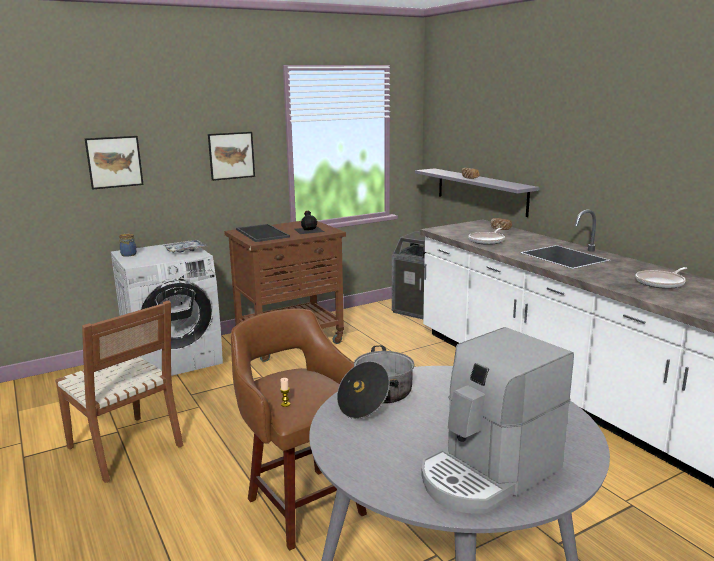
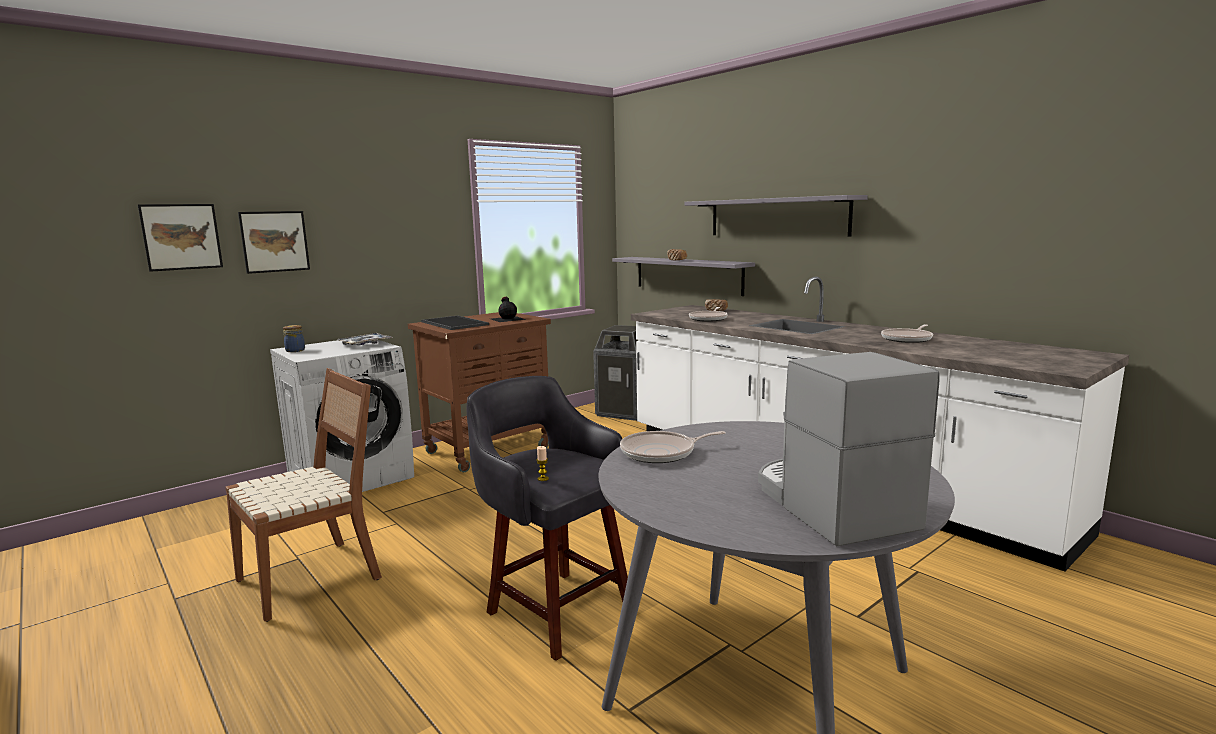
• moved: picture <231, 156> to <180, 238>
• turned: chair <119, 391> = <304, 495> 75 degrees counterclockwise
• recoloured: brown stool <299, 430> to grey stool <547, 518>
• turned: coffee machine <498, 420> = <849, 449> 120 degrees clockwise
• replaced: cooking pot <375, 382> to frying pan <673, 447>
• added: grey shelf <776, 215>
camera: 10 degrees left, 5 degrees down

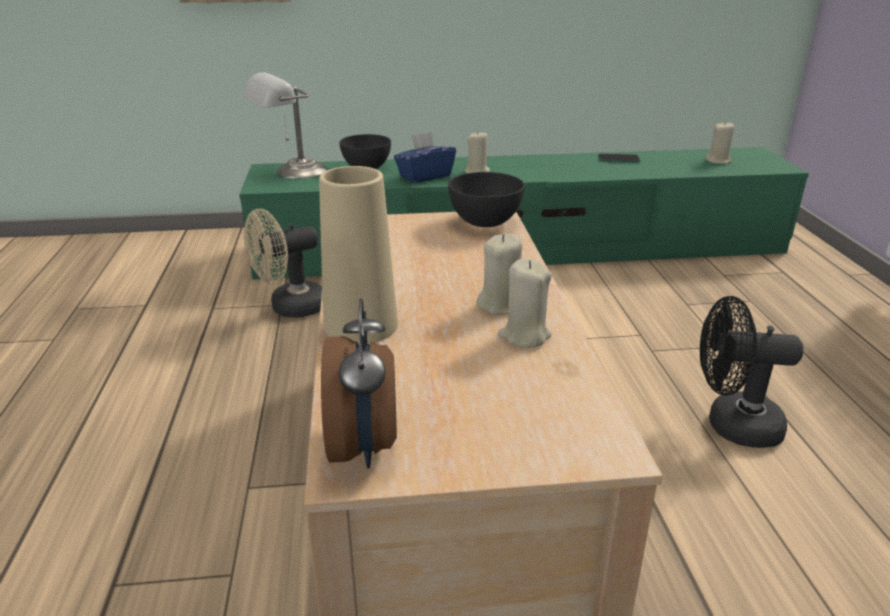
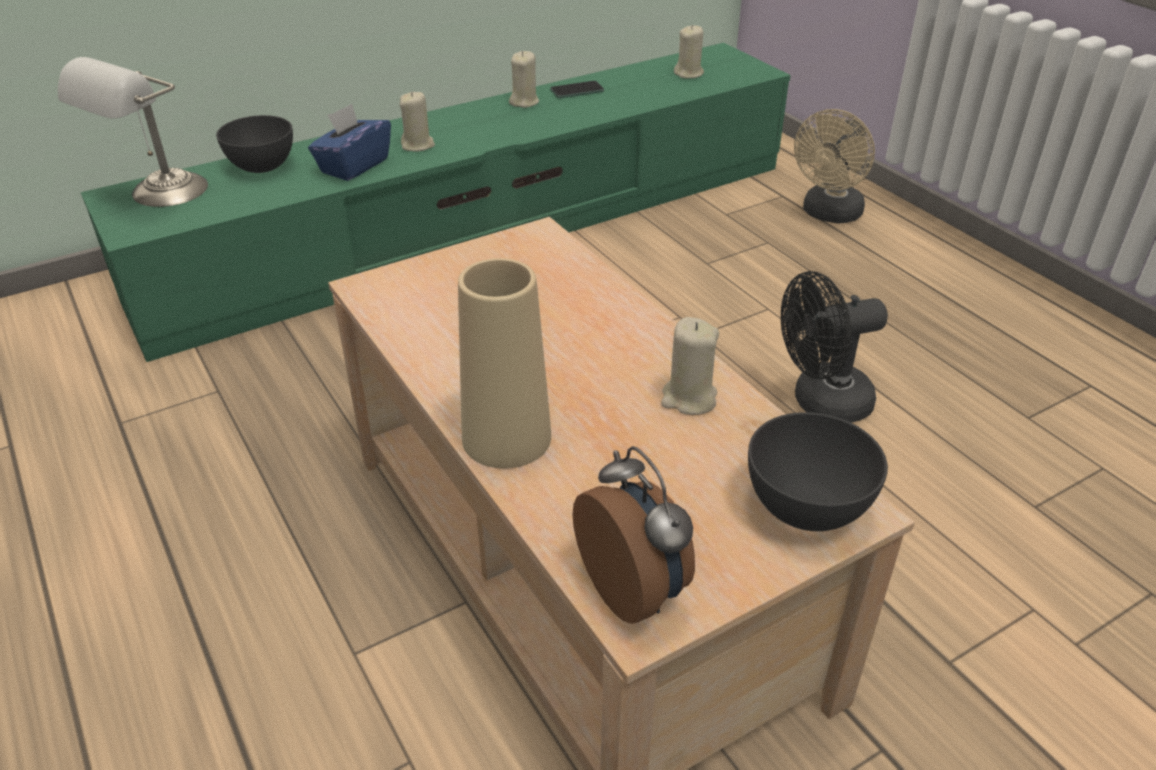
• moved: grey bowl <486, 199> to <818, 471>
• moved: beige fan <283, 263> to <834, 166>
• moved: beige candle <499, 274> to <524, 79>
camera: 25 degrees left, 10 degrees up

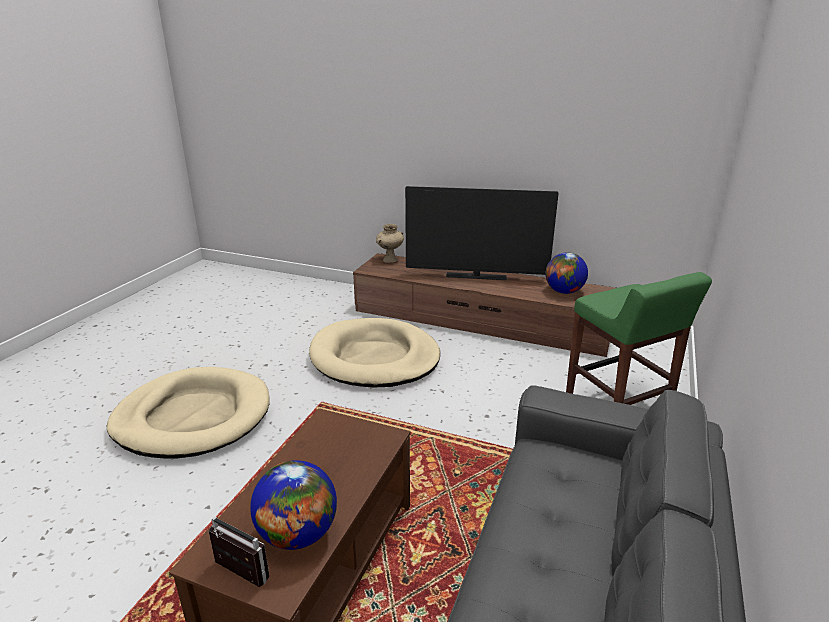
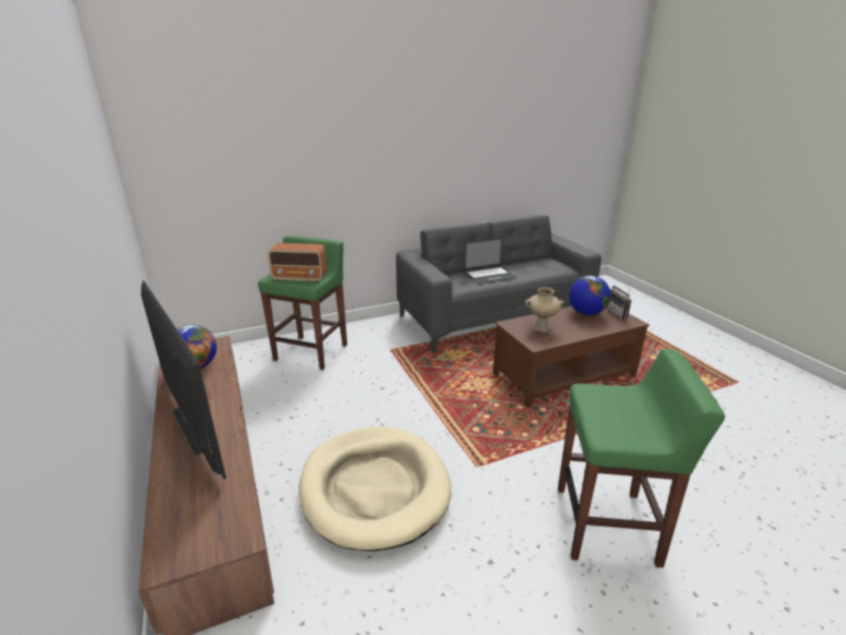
• moved: beige vase <390, 243> to <544, 309>
• replaced: beige dog bed <188, 413> to green stool <641, 458>
• added: laptop <490, 260>
• added: radio <297, 262>
camera: 135 degrees left, 0 degrees up

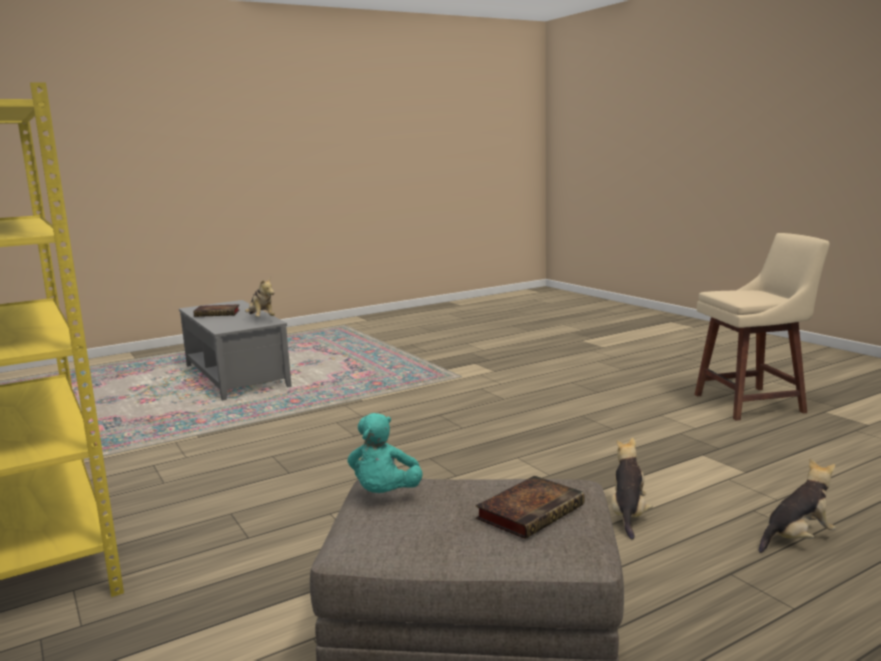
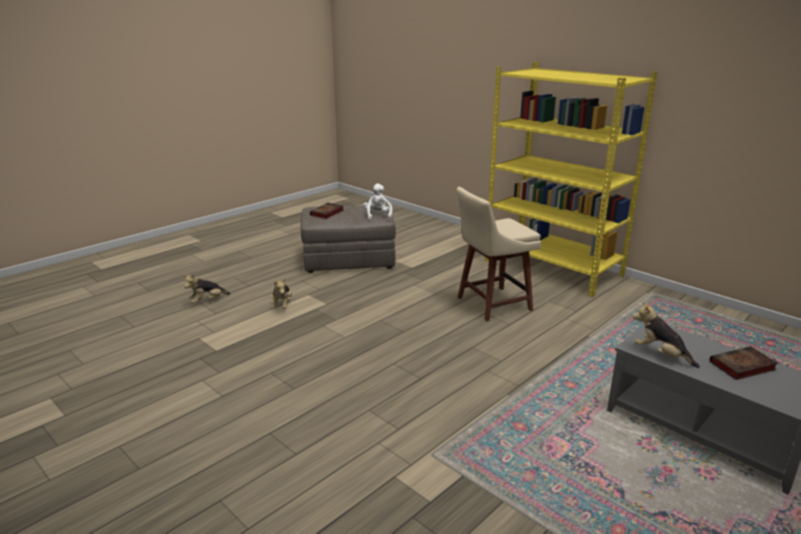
• moved: beige stool <762, 327> to <498, 254>
• recoloured: turquoise plush toy <385, 453> to white plush toy <378, 201>
camera: 165 degrees right, 10 degrees up

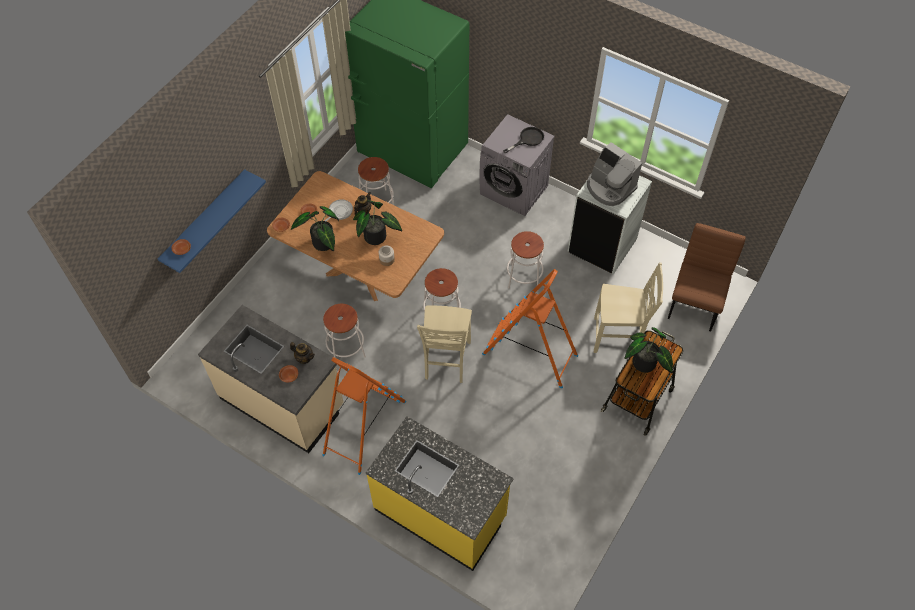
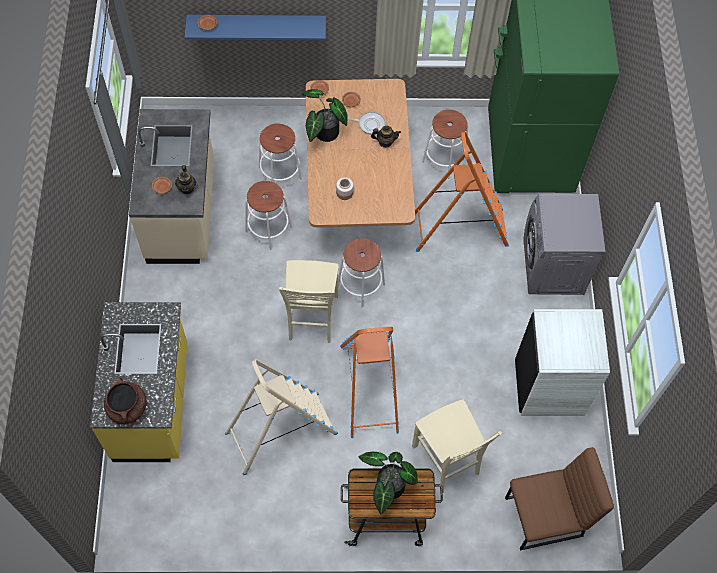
• removed: black frying pan <523, 140>
• removed: coffee machine <614, 174>
• removed: potted plant <377, 223>
• moved: white stool <525, 261> to <280, 152>
• turned: beige chair <444, 344> = <309, 301> 60 degrees counterclockwise
• moved: orange step ladder <364, 416> to <462, 192>
• added: beige step ladder <281, 417>
• added: brown cooking pot <125, 401>
camera: 55 degrees right, 5 degrees up

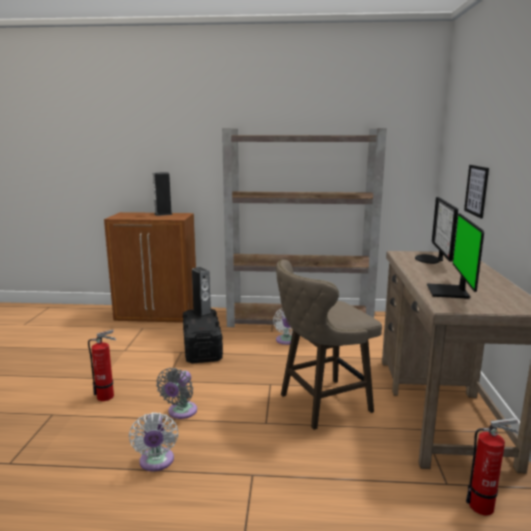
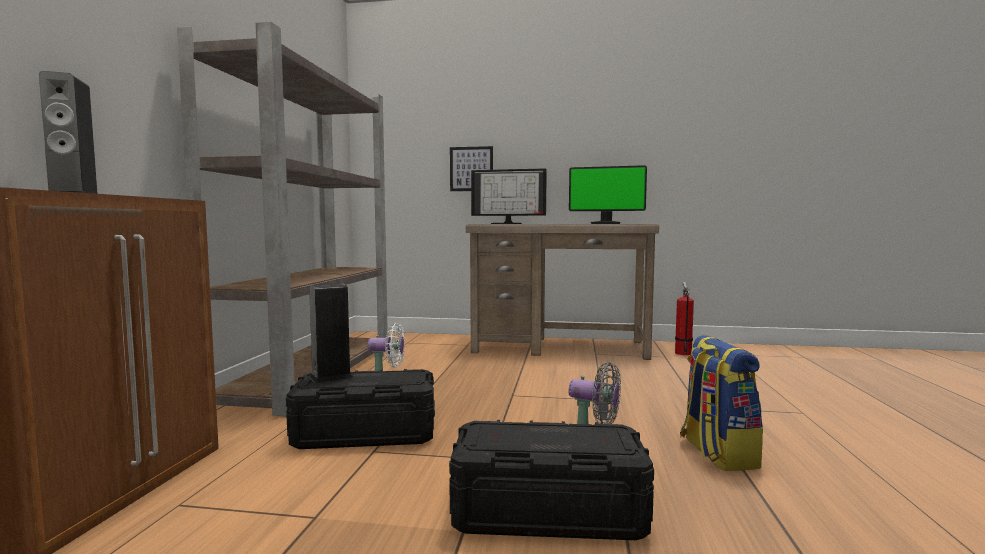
• removed: beige stool <329, 344>
• replaced: fire extinguisher <102, 365> to black storage box <551, 480>
• replaced: white fan <153, 441> to backpack <721, 403>
camera: 85 degrees left, 10 degrees down

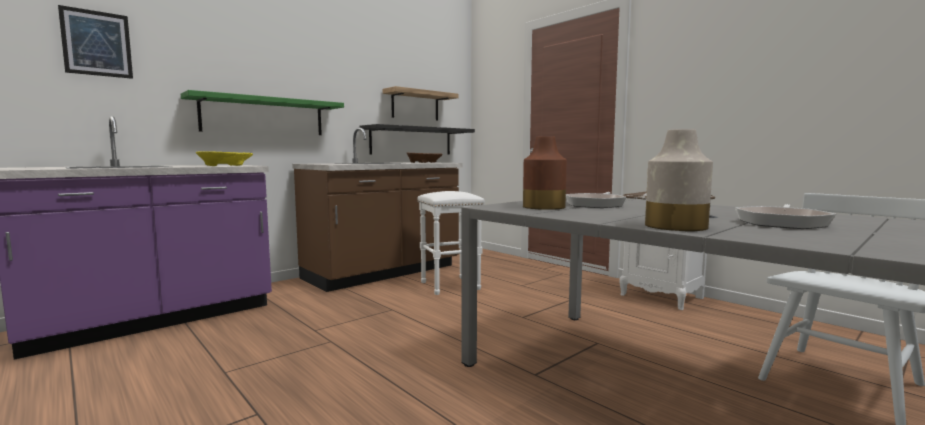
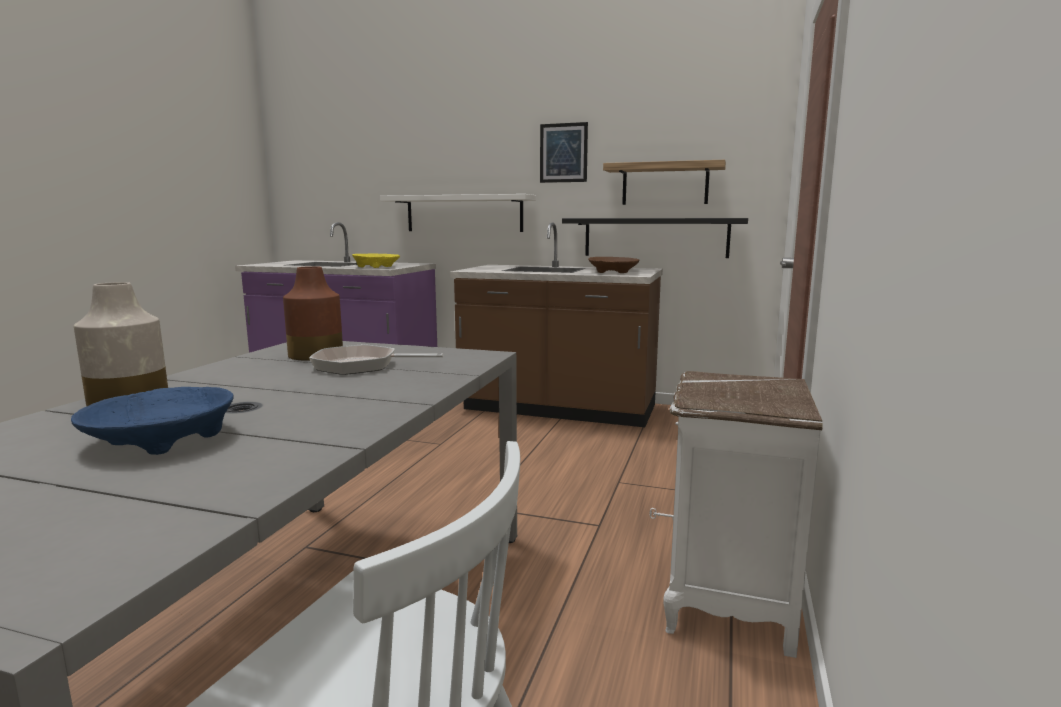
• moved: picture <95, 42> to <564, 152>
• recoloured: green shelf <262, 112> to white shelf <458, 213>
• removed: white stool <451, 243>
• replaced: frying pan <785, 216> to blue bowl <152, 421>
camera: 60 degrees right, 5 degrees up

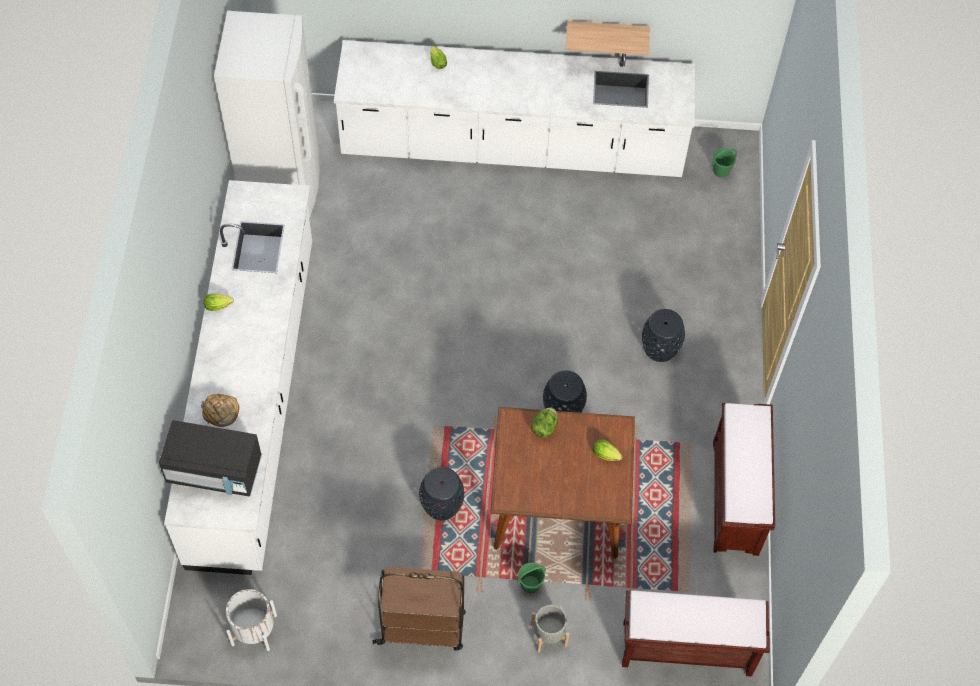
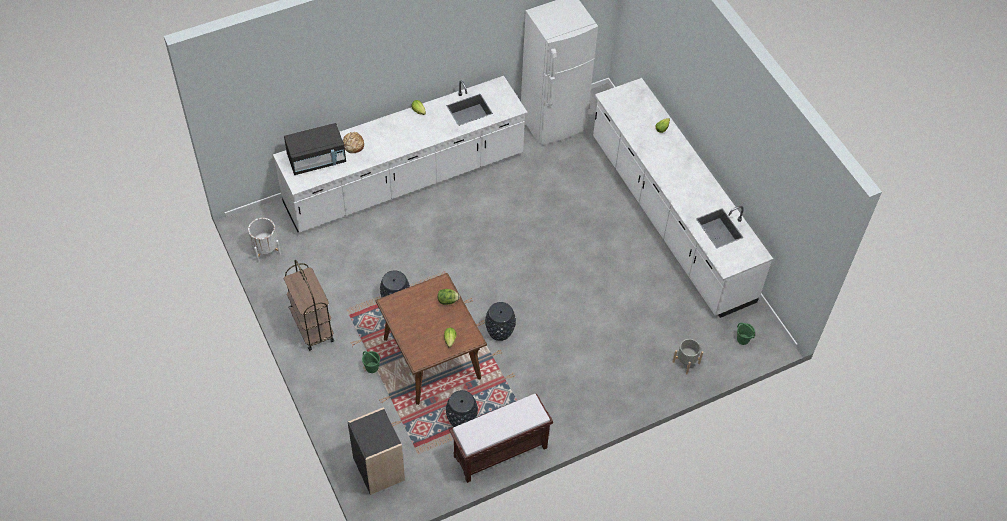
• removed: shelf <608, 38>
• moved: black stool <663, 335> to <462, 408>
• turned: black microwave <210, 458> = <315, 149> 90 degrees counterclockwise
• replaced: brown bench <696, 633> to black bookcase <376, 451>
• moved: grey planter <550, 628> to <687, 357>
camera: 60 degrees right, 5 degrees down

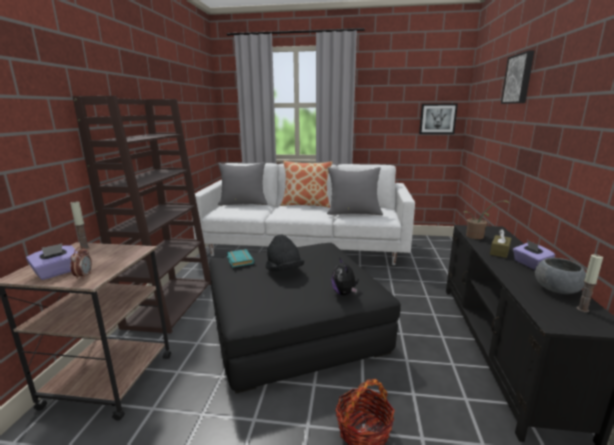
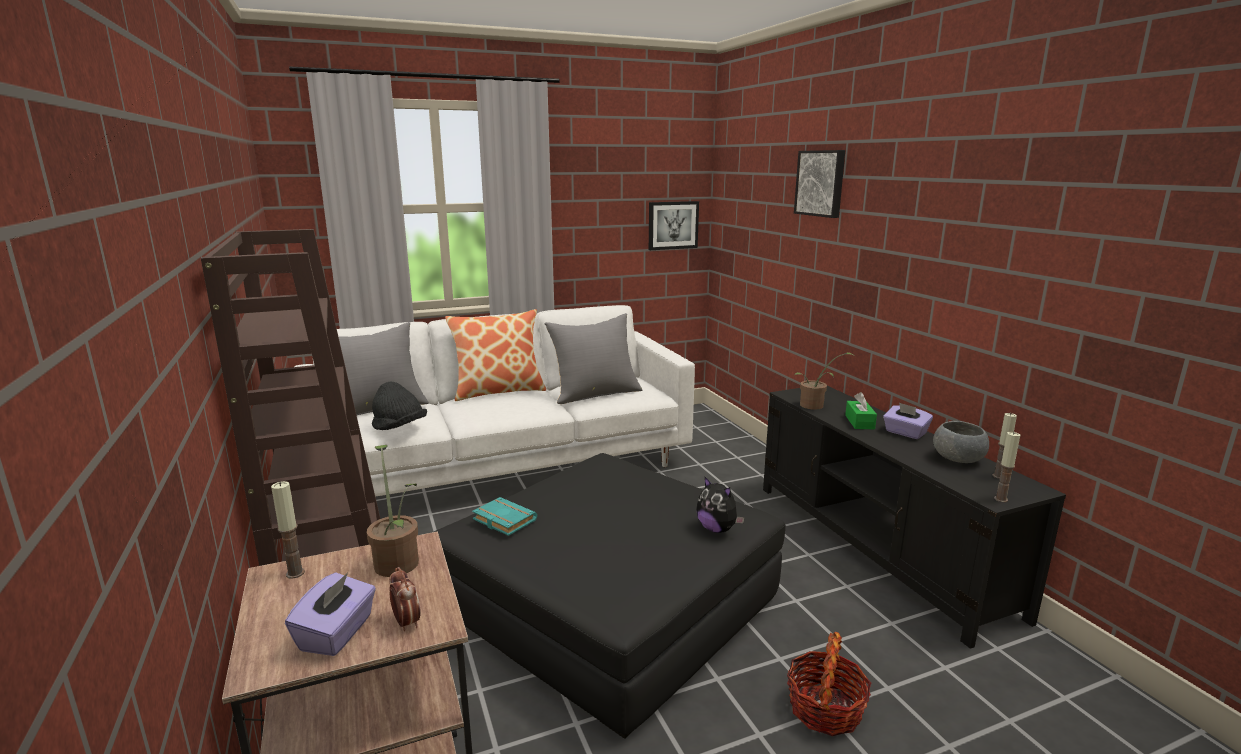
• recoloured: brown tissue box <501, 243> to green tissue box <861, 410>
• moved: black hat <285, 252> to <399, 405>
• added: candle <1007, 467>
• added: potted plant <393, 511>
camera: 30 degrees left, 0 degrees up

